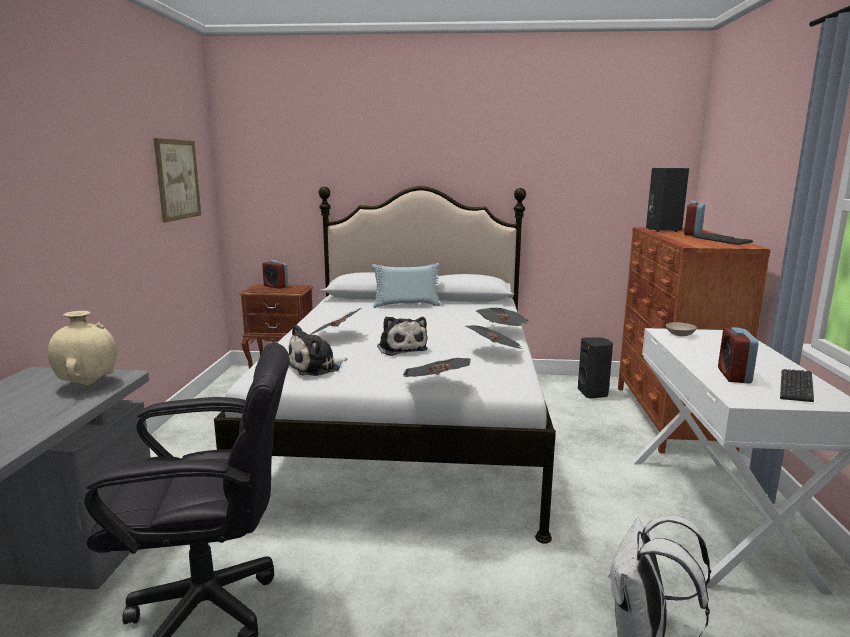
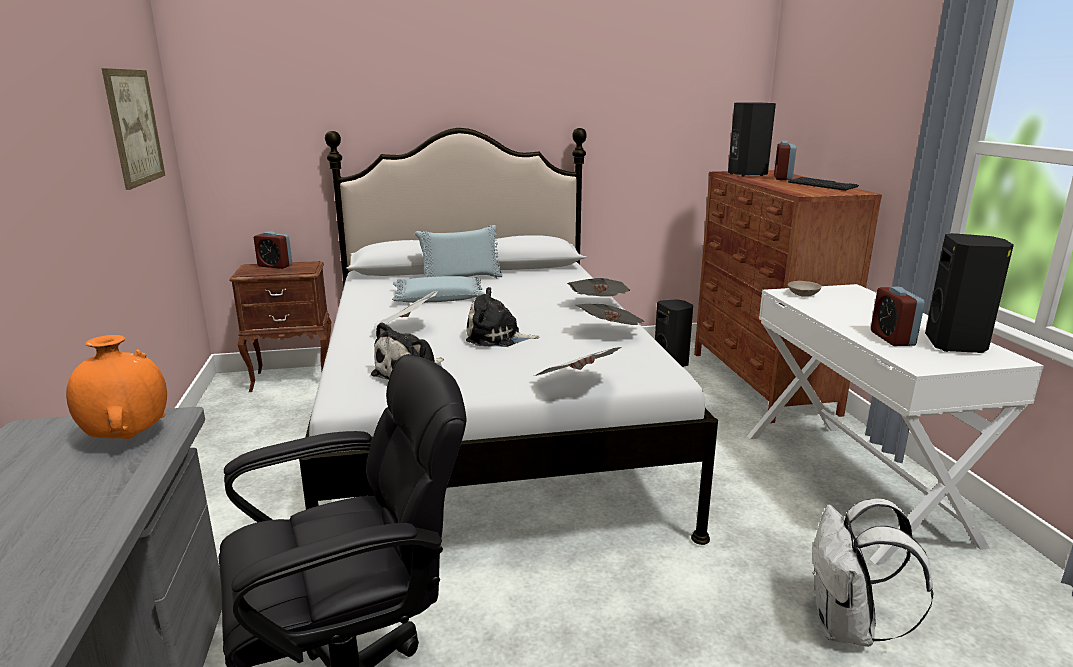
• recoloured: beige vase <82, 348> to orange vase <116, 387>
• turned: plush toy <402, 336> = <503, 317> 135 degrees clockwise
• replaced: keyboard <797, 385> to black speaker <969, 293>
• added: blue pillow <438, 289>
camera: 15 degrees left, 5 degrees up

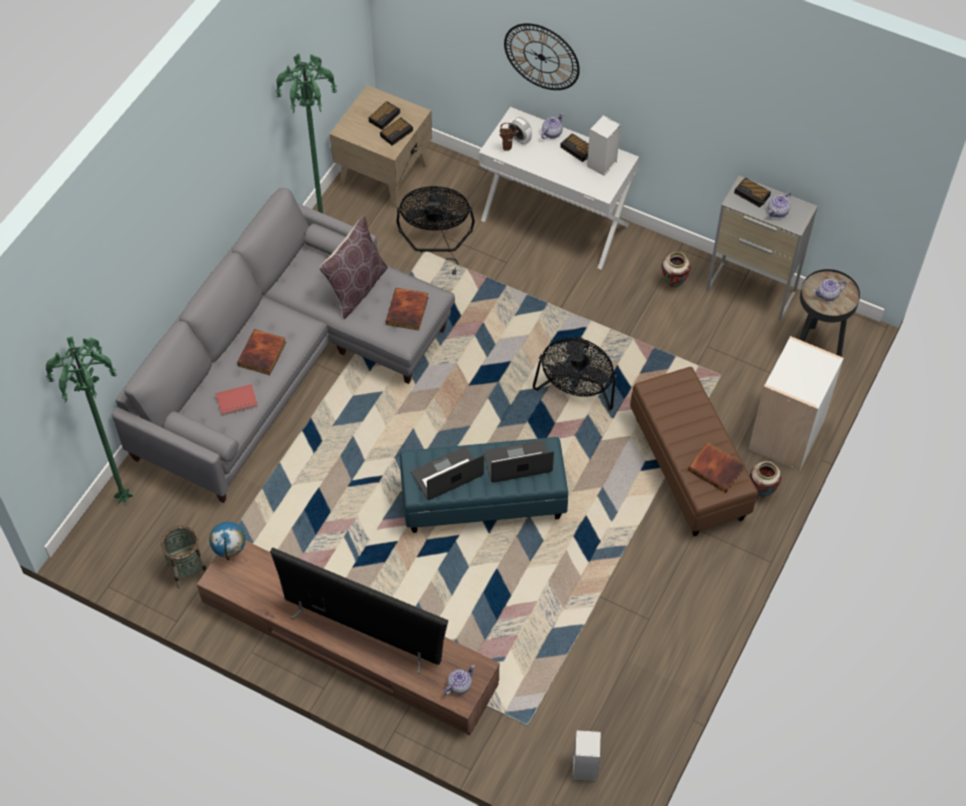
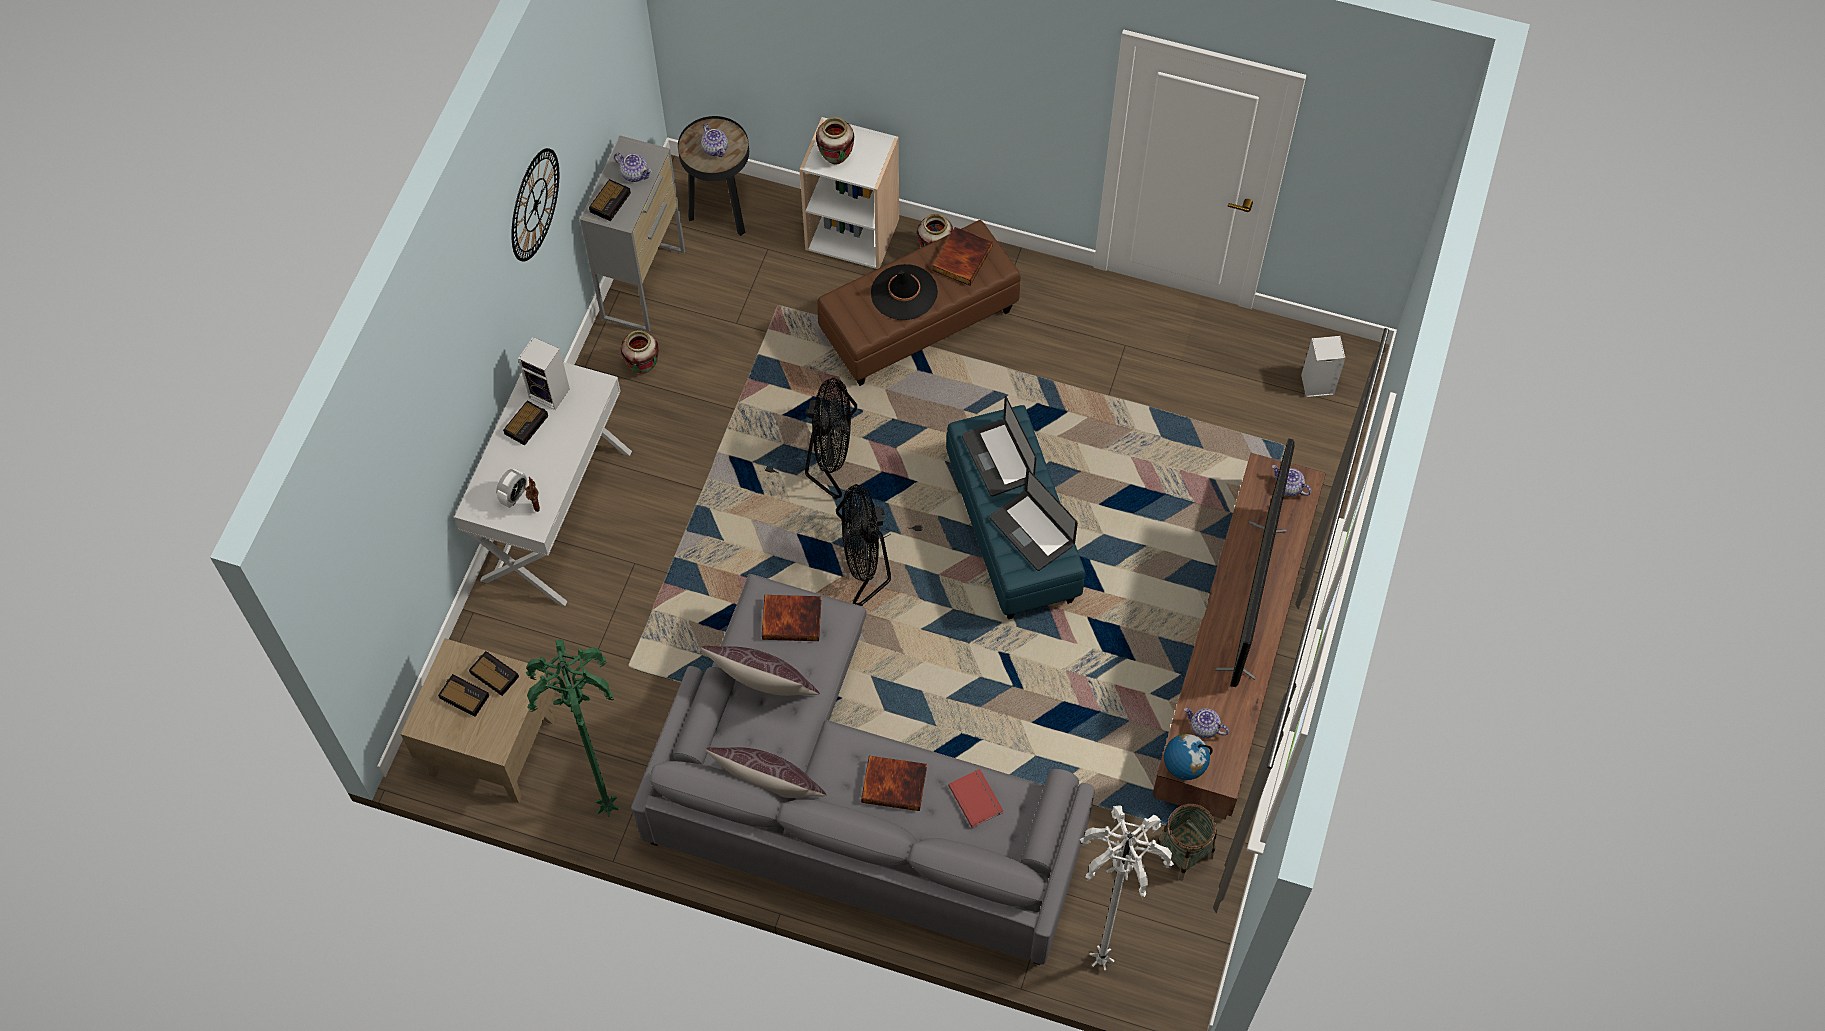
• moved: wall clock <542, 56> to <535, 205>
• moved: teapot <552, 126> to <1206, 723>
• moved: black fan <435, 230> to <880, 545>
• recoloured: green floor lamp <89, 420> to white floor lamp <1127, 887>
• added: vase <835, 141>
• added: black hat <904, 292>
• added: brown pillow <766, 772>
camera: 100 degrees left, 5 degrees up

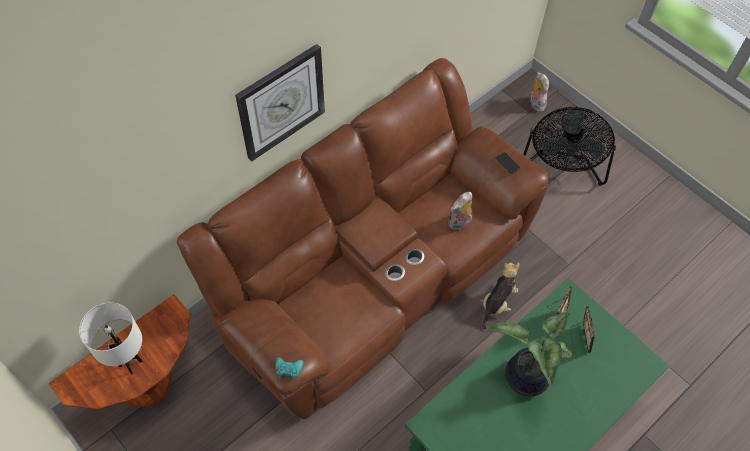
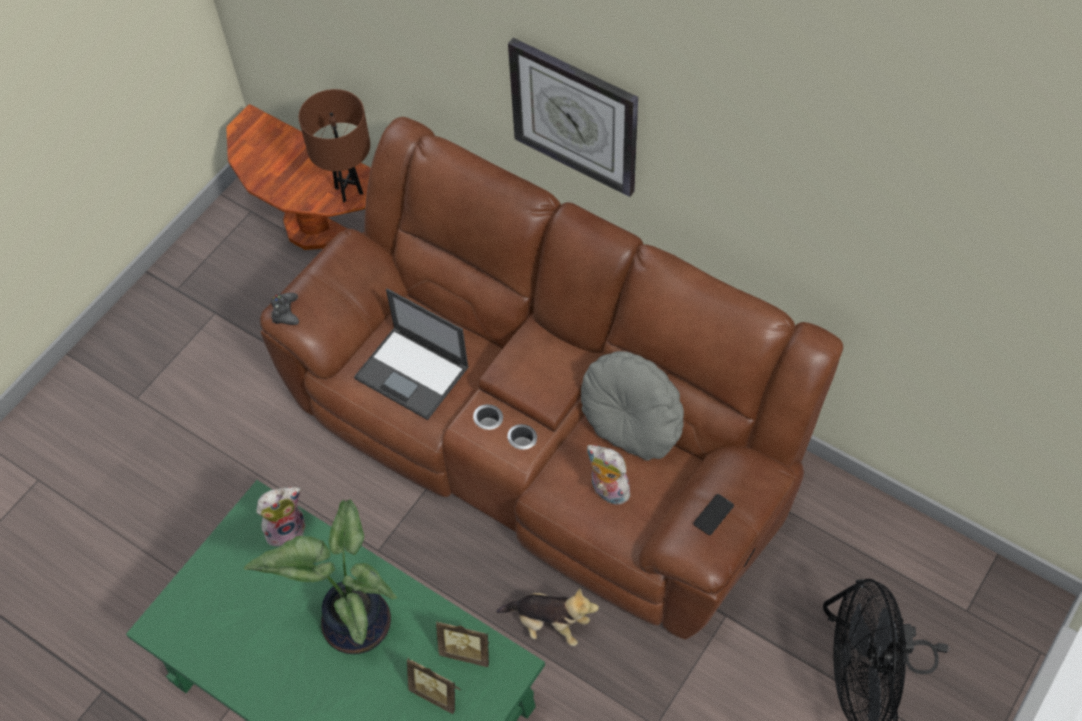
• moved: plush toy <539, 92> to <281, 516>
• removed: white table lamp <110, 338>
• turned: picture frame <582, 329> = <434, 686> 45 degrees clockwise
• recoloured: turquoise game controller <290, 368> to black game controller <285, 309>
• added: brown table lamp <334, 146>
• added: laptop <411, 354>
• added: grey pillow <632, 406>
camera: 80 degrees right, 0 degrees up

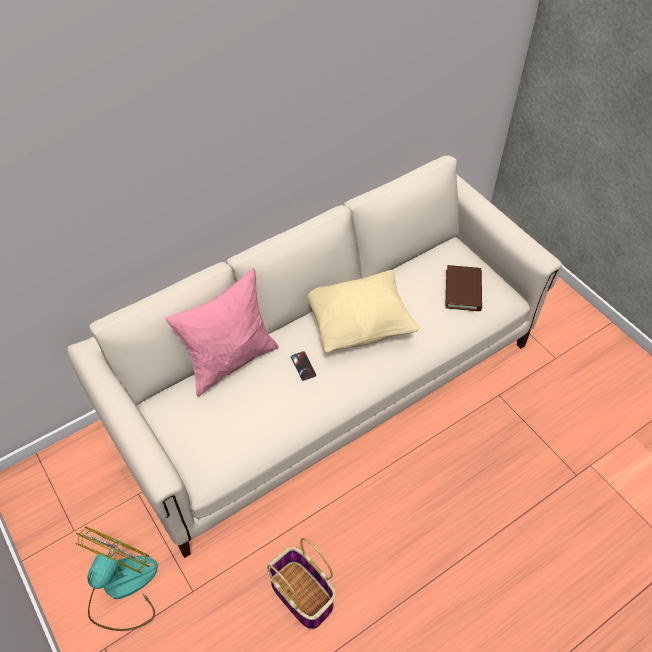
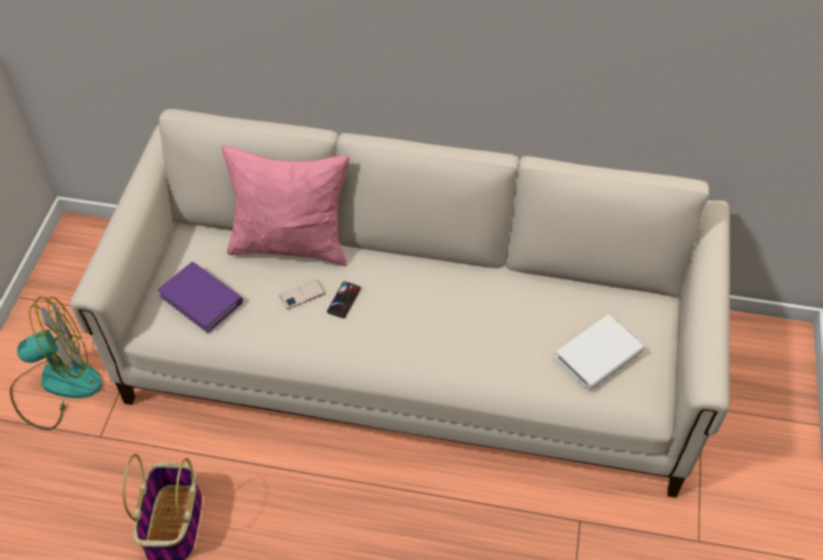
• recoloured: brown book <463, 288> to white book <599, 352>
• removed: beige pillow <363, 311>
• added: purple book <200, 297>
• added: phone <302, 294>
camera: 45 degrees right, 0 degrees up

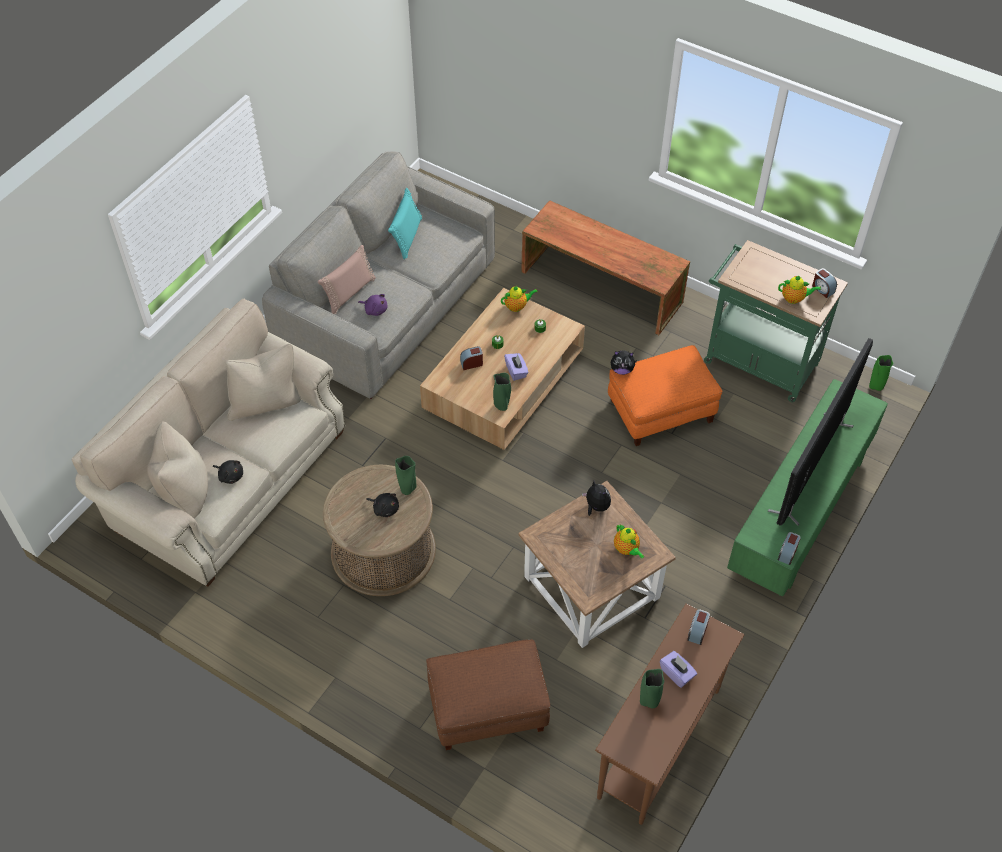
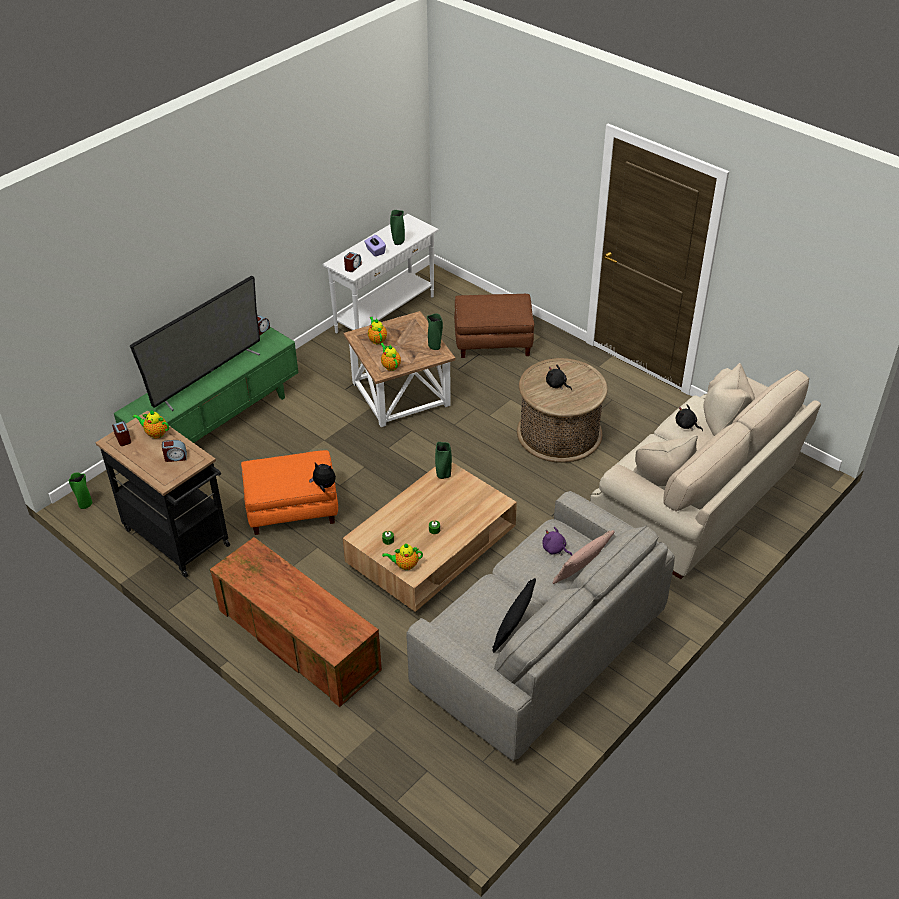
• recoloured: turquoise pillow <405, 224> to black pillow <514, 615>
• recoloured: green cart <776, 321> to black cart <162, 494>
• moved: alarm clock <471, 358> to <174, 451>
• removed: purple tissue box <516, 367>
• moved: green vase <405, 475> to <435, 331>
• replaced: plush toy <596, 498> to teapot <390, 357>
• recoloured: brown console table <670, 714> to white console table <381, 274>
camera: 170 degrees left, 10 degrees down

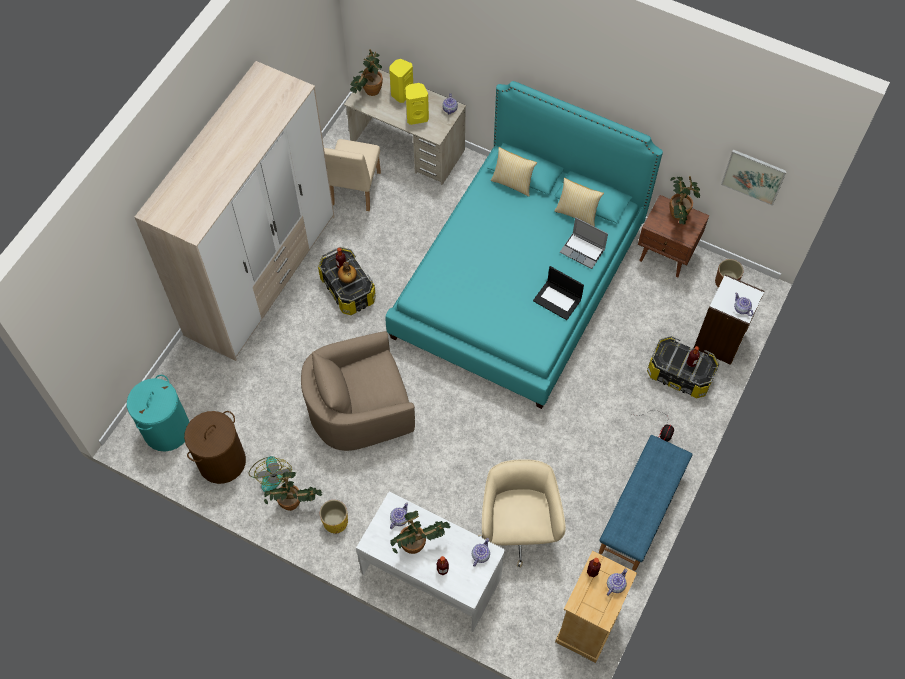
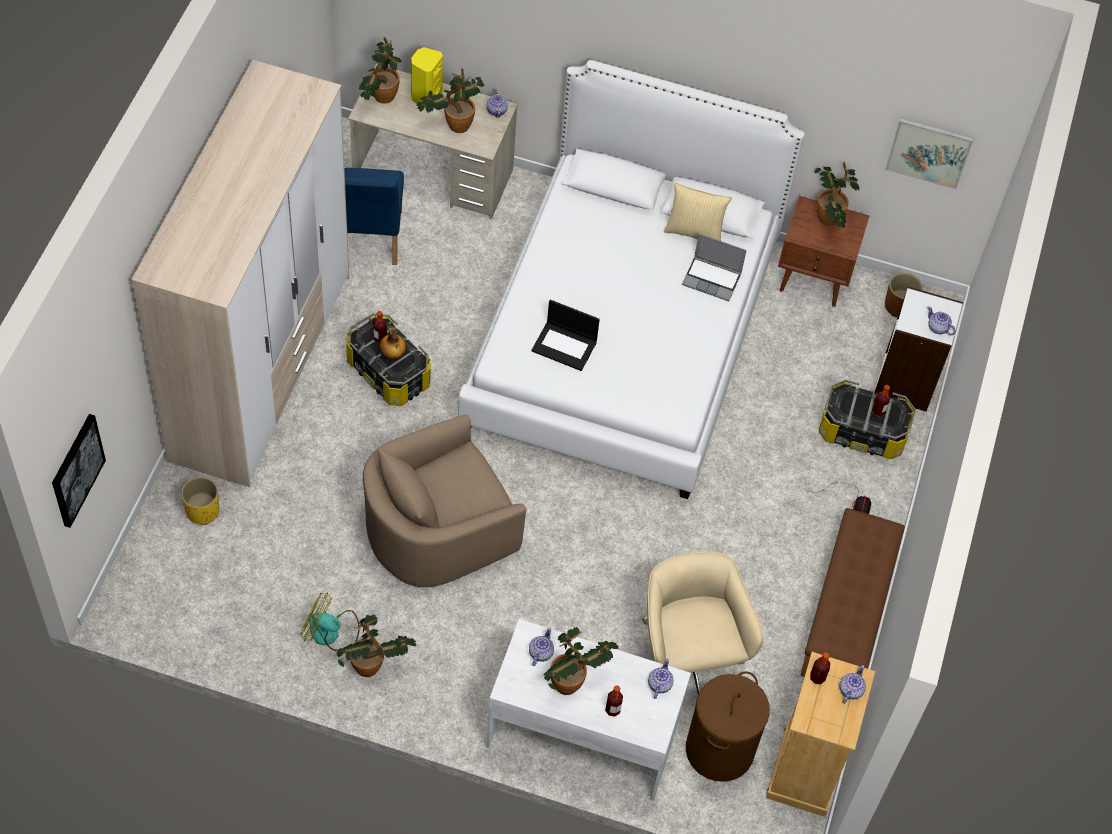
• recoloured: turquoise bed <524, 245> to white bed <631, 279>
• replaced: yellow speaker <417, 104> to potted plant <450, 100>
• recoloured: beige chair <352, 175> to blue chair <374, 216>
• removed: pillow <514, 172>
• moved: laptop <558, 293> to <565, 335>
• removed: turquoise laundry basket <158, 413>
• moved: brown laundry basket <215, 447> to <728, 726>
• recoloured: blue bench <645, 503> to brown bench <852, 592>
• turned: fan <270, 474> = <330, 621> 135 degrees clockwise
• moved: yellow planter <334, 517> to <200, 500>
• added: picture <79, 471>
camera: 15 degrees left, 5 degrees down

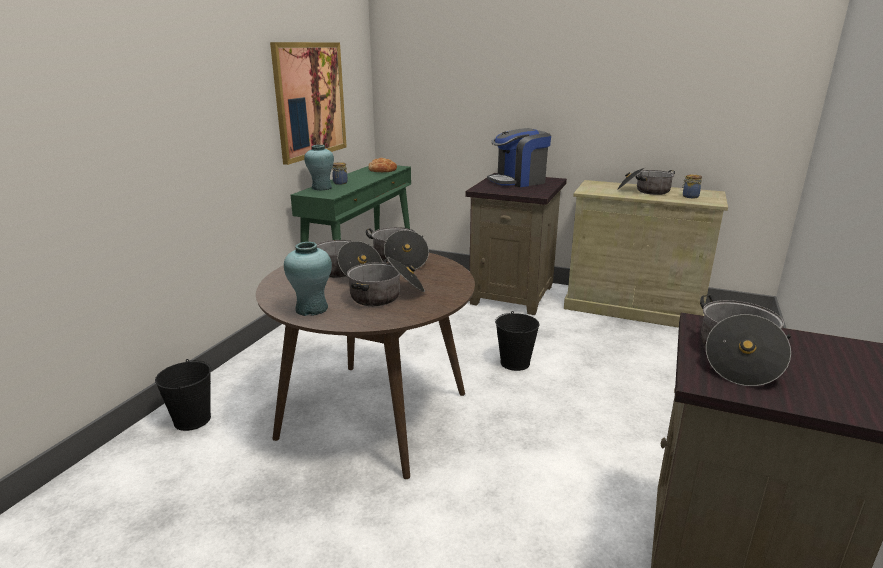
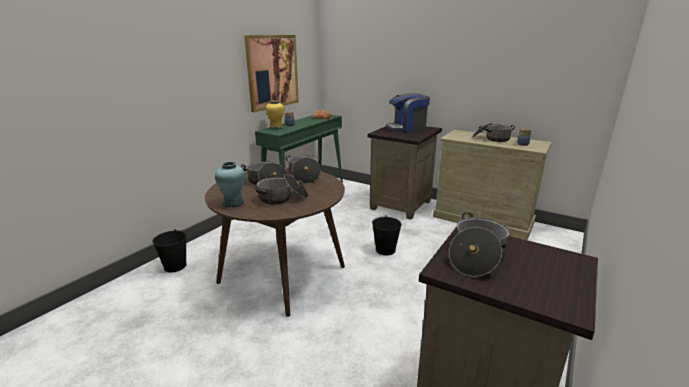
• recoloured: turquoise vase <319, 167> to yellow vase <275, 115>
camera: 10 degrees right, 0 degrees up

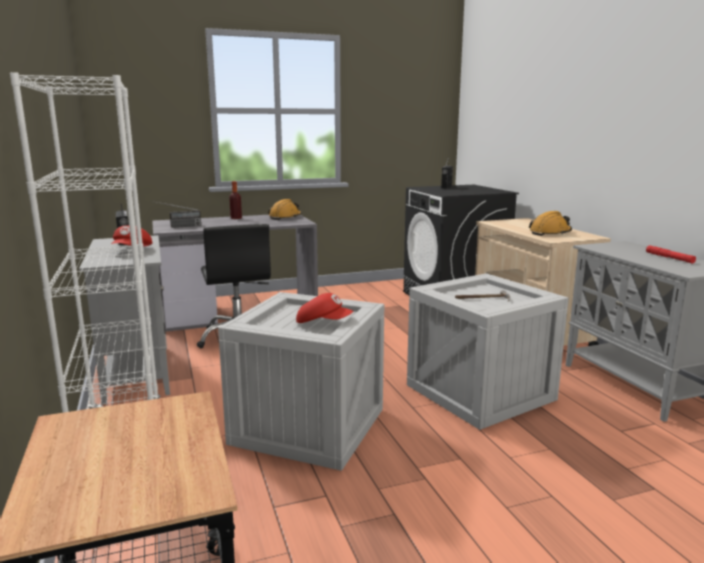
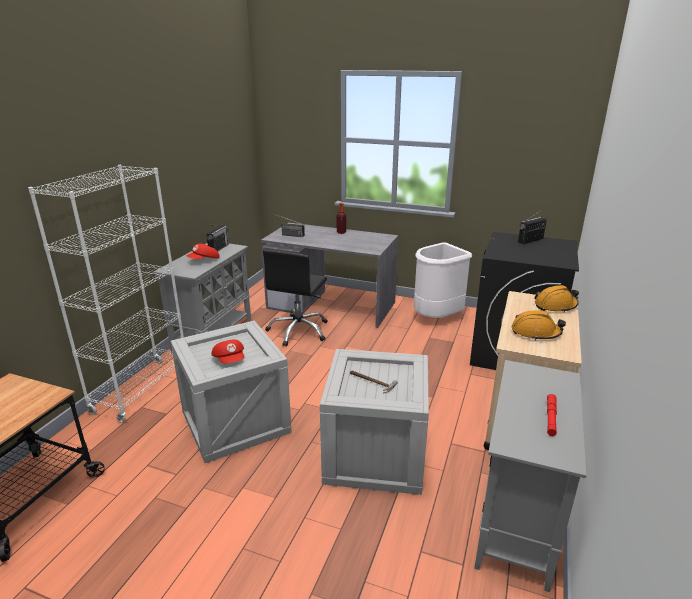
• moved: orange hard hat <285, 209> to <556, 299>
• added: white trash can <443, 280>
camera: 40 degrees right, 10 degrees up

